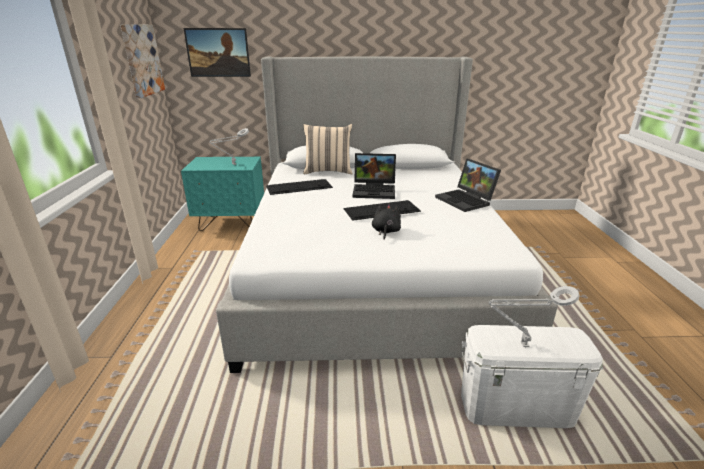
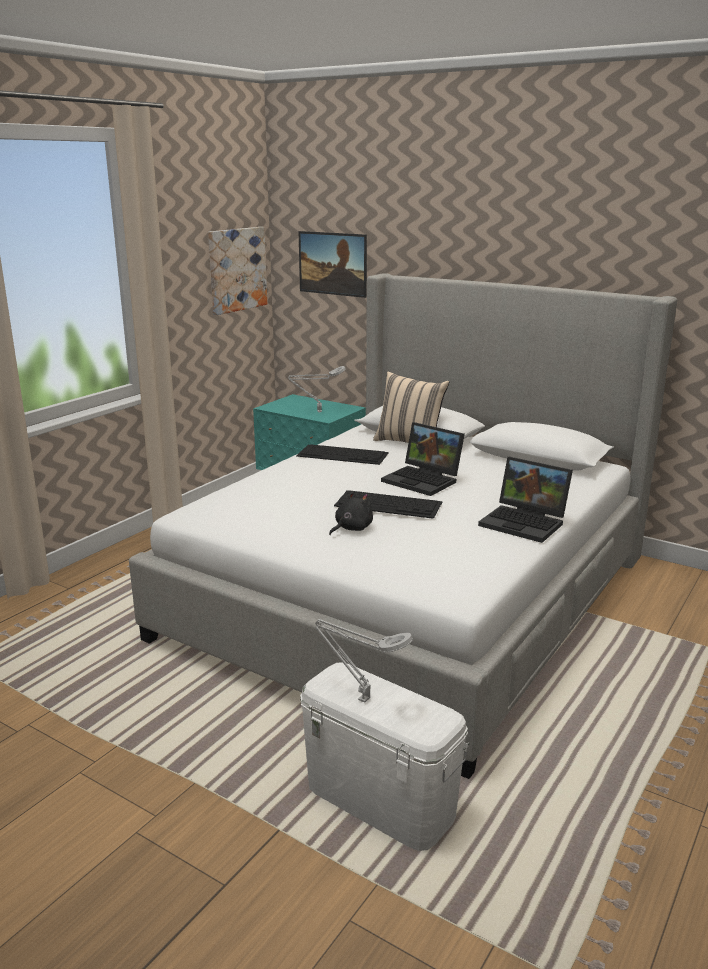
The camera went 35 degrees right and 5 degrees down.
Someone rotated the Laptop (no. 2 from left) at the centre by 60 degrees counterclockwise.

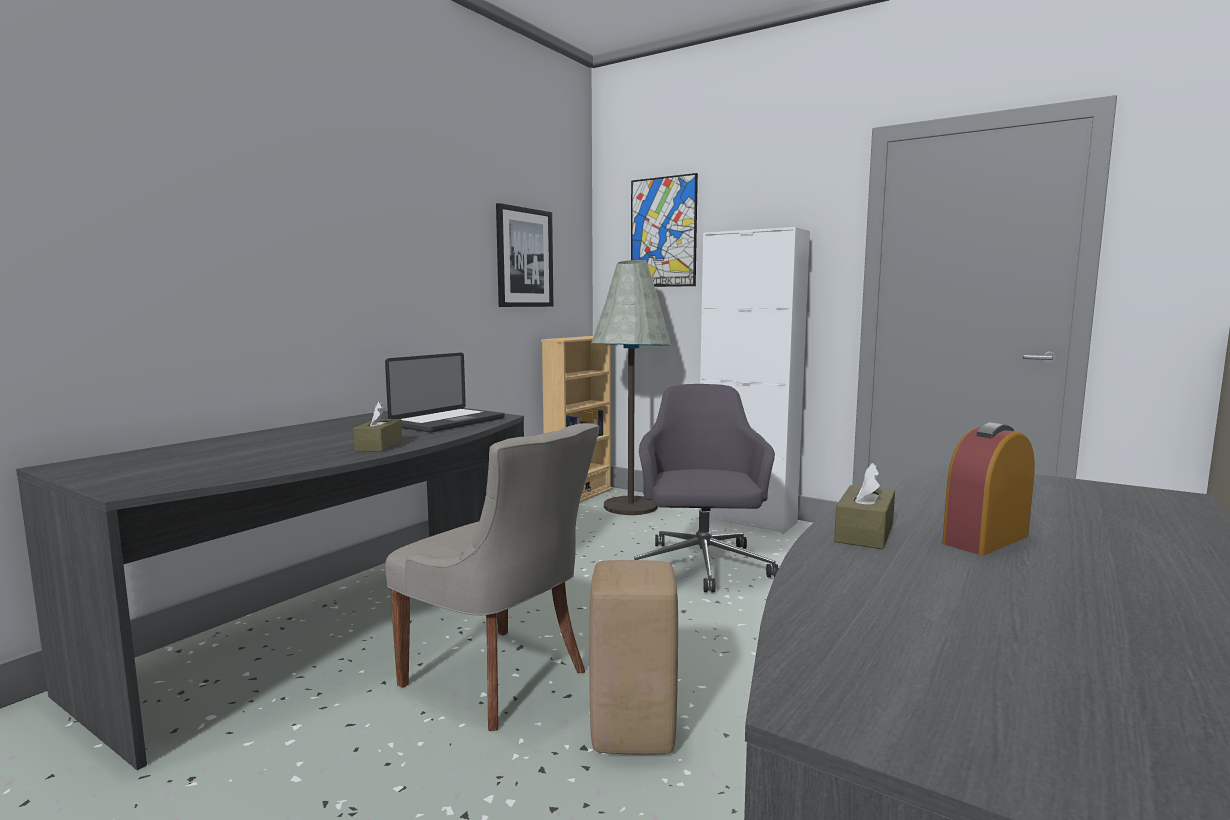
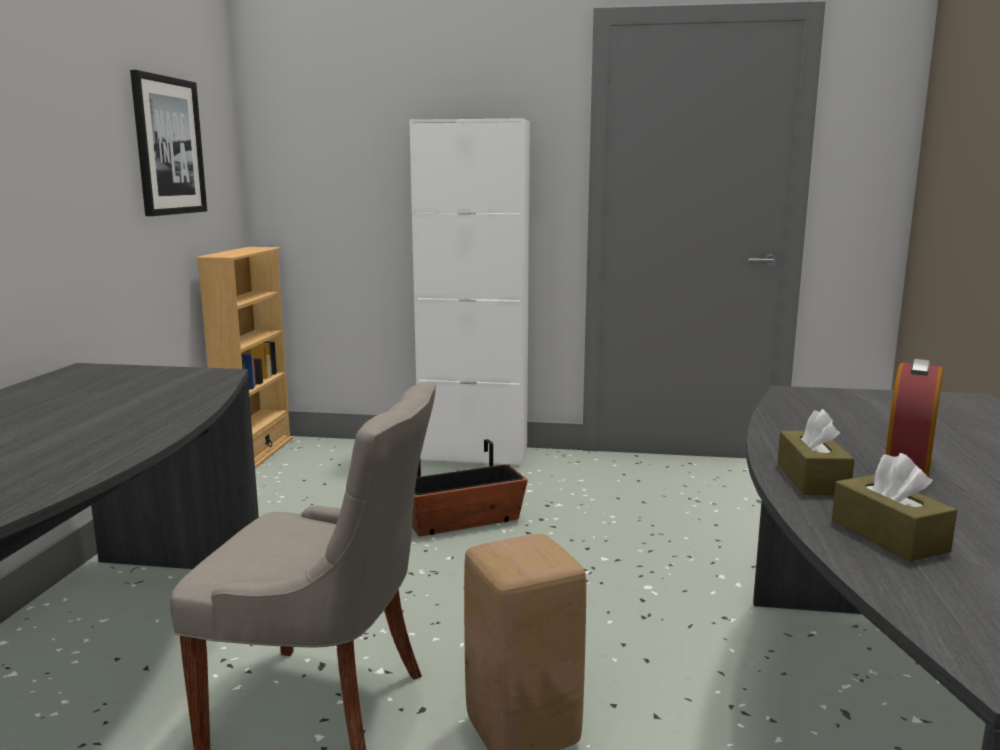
The camera went 25 degrees left and 5 degrees up.
Someone took away the WallPicture (no. 2 from left) at the top centre.
Someone took away the GreyStandardLamp at the centre.
Someone took away the Laptop at the centre.
Someone swapped the GreyComputerChair at the centre for the PlantPot at the centre.
Someone carried the BrownishTissueBox (no. 1 from left in the first image) from the middle left to the bottom right.

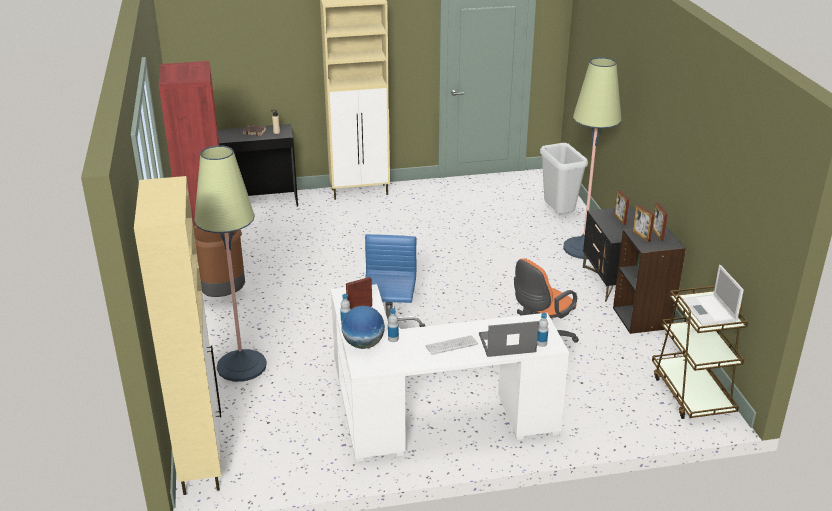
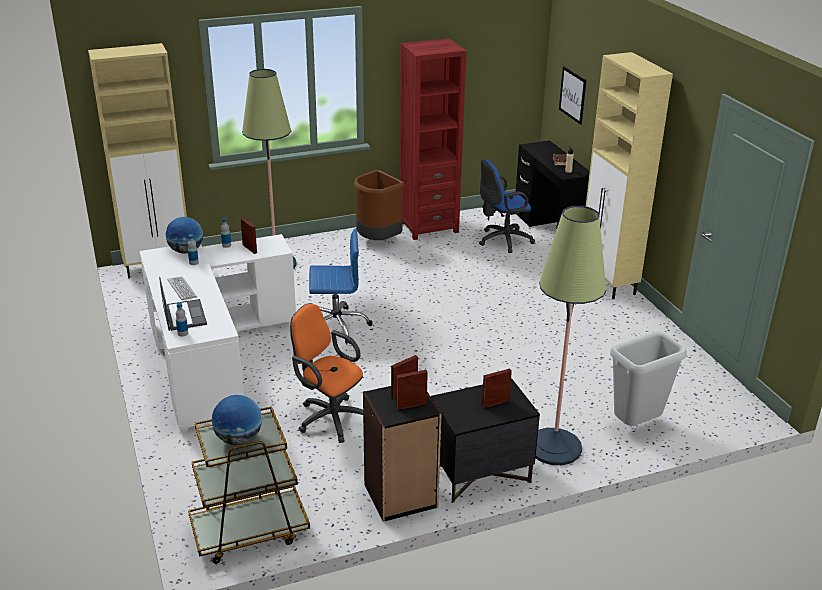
The camera went 80 degrees right and 0 degrees up.
Someone swapped the Laptop (no. 2 from left) at the middle right for the Globe (no. 2 from left) at the bottom left.
Someone put up the WallPicture at the top right.
Someone put down the BlueComputerChair (no. 2 from left) at the centre.

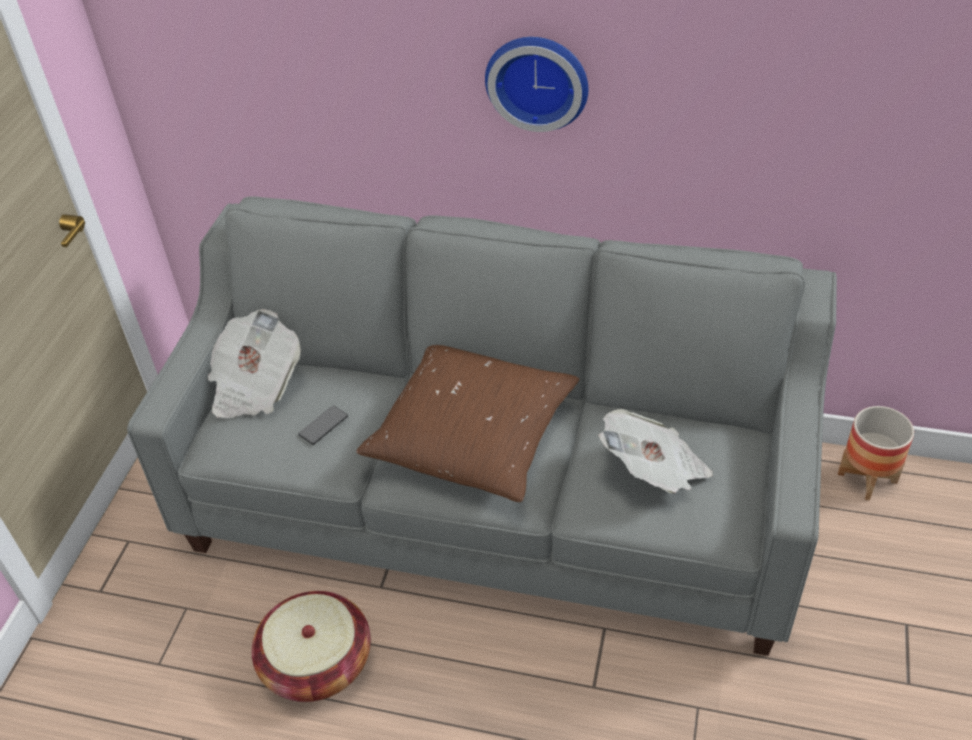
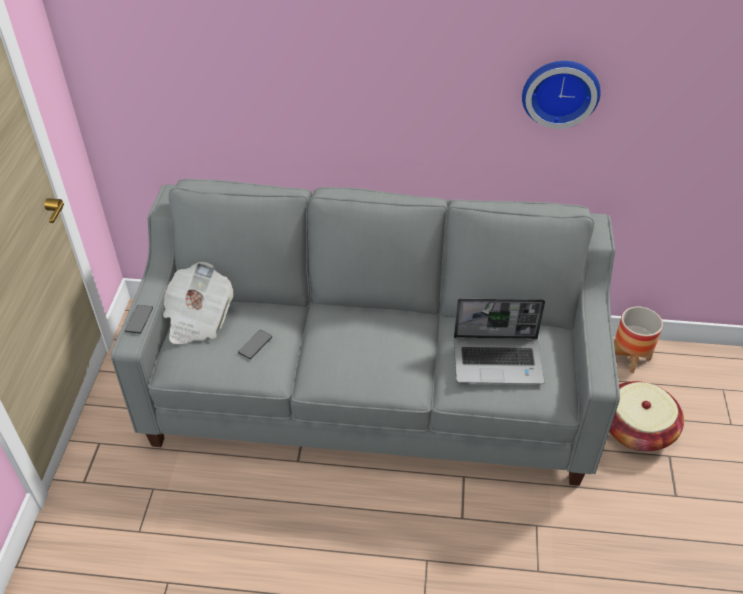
The camera went 10 degrees left and 0 degrees up.
Someone carried the HangingClock from the top centre to the top right.
Someone took away the BrownishPillow at the centre.
Someone swapped the Newspaper (no. 2 from left) at the middle right for the Laptop at the middle right.
Someone carried the Basket from the bottom left to the bottom right.
Someone put down the Telephone (no. 1 from left) at the middle left.

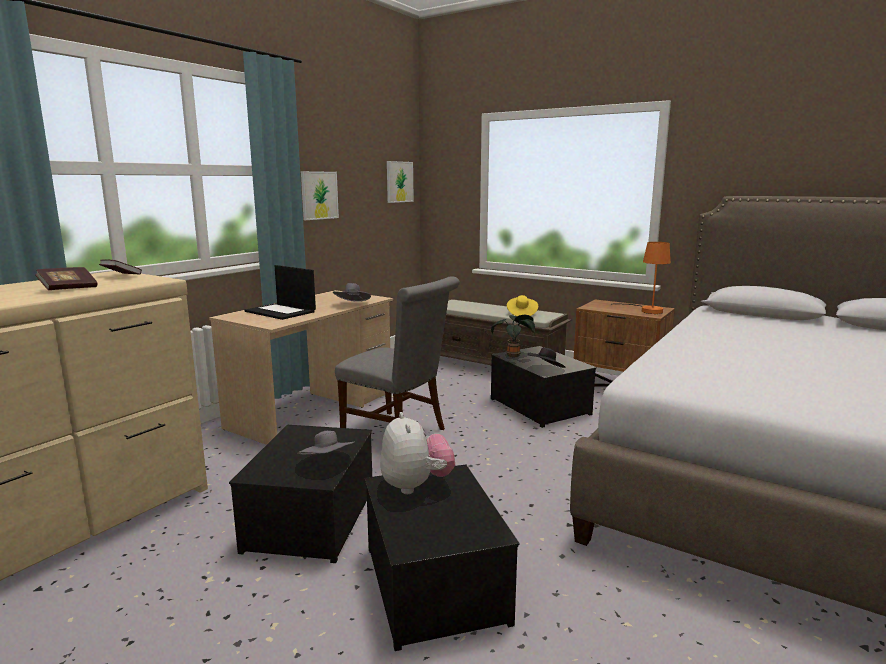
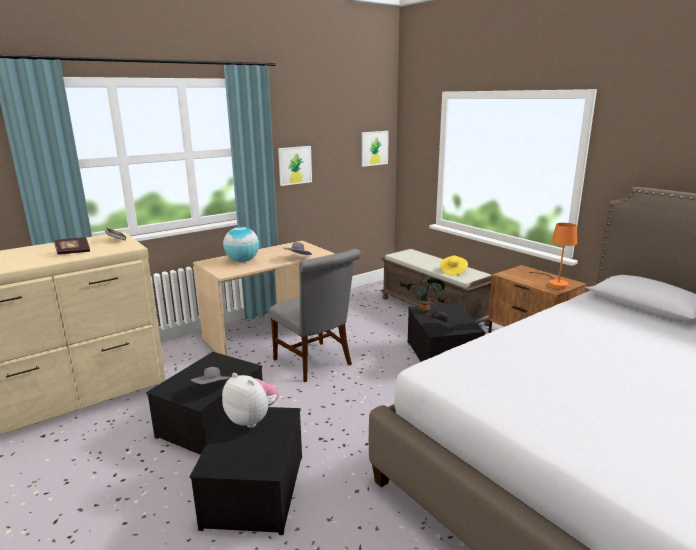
The camera went 20 degrees right and 5 degrees up.
Someone swapped the Laptop at the middle left for the Globe at the centre.
Someone rotated the CuddlyToy at the bottom centre by 60 degrees counterclockwise.

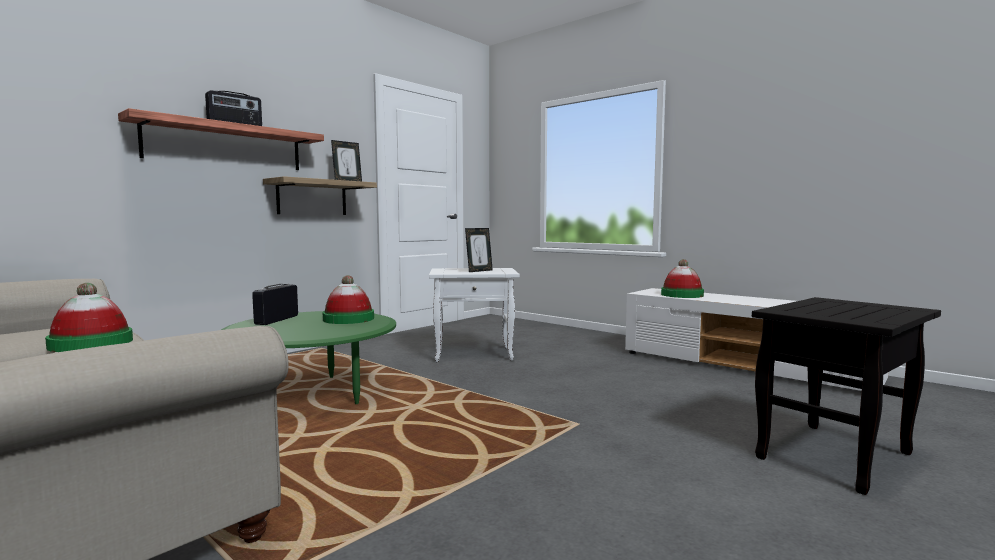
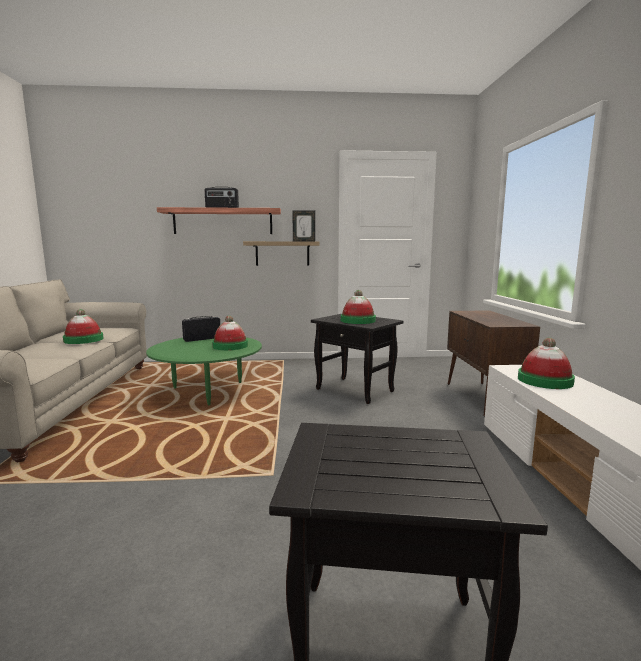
The camera went 45 degrees right and 5 degrees up.
Someone swapped the PictureFrame (no. 2 from left) at the centre for the WearableHat (no. 3 from left) at the centre.
Someone repainted the WhiteColouredEndTable at the centre, which became the BlackEndTable (no. 1 from left) at the centre.
Someone put down the BrownishStorageCabinet at the middle right.

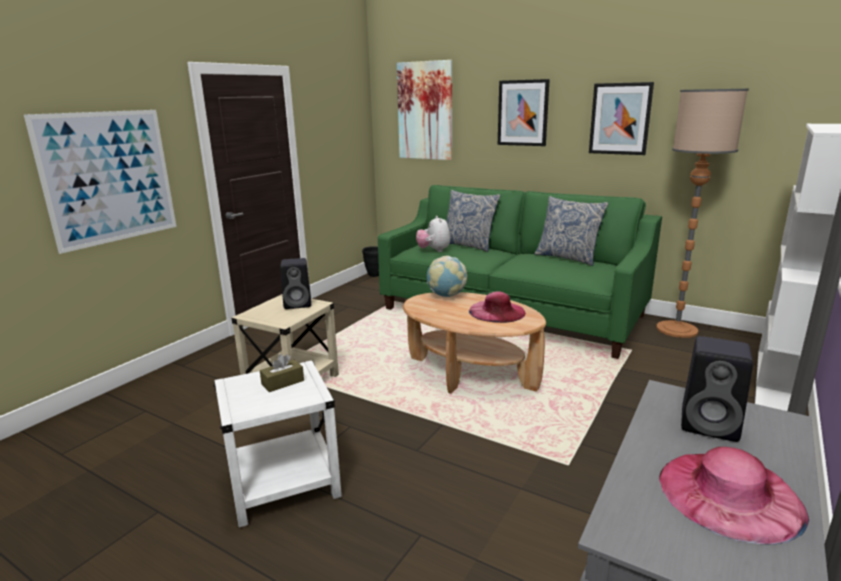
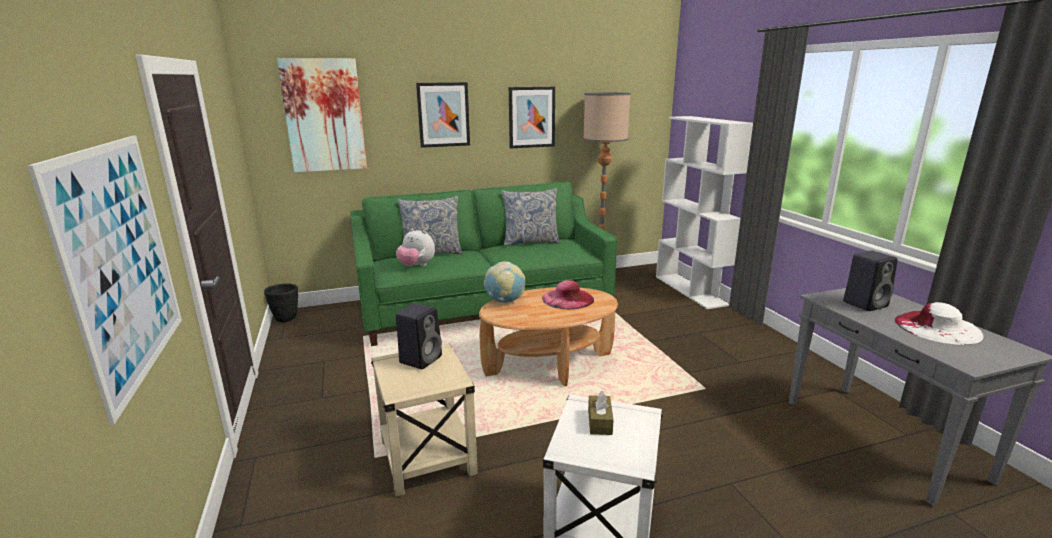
The camera went 50 degrees left and 0 degrees up.
Someone repainted the PinkWearableHat (no. 2 from left) at the bottom right, which became the WhiteColouredWearableHat at the middle right.

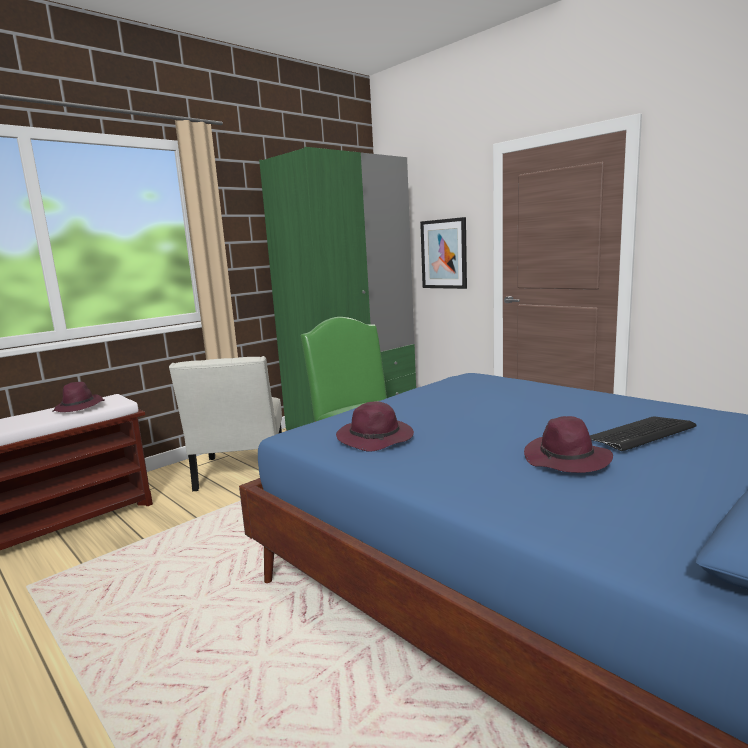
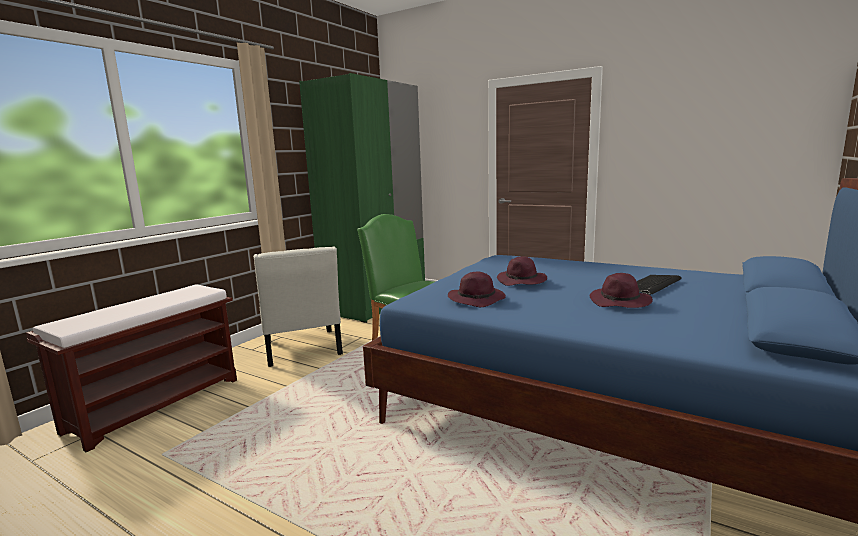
The camera went 15 degrees left and 0 degrees up.
Someone took away the WallPicture at the centre.
Someone carried the PurplishWearableHat (no. 1 from left in the first image) from the middle left to the centre.

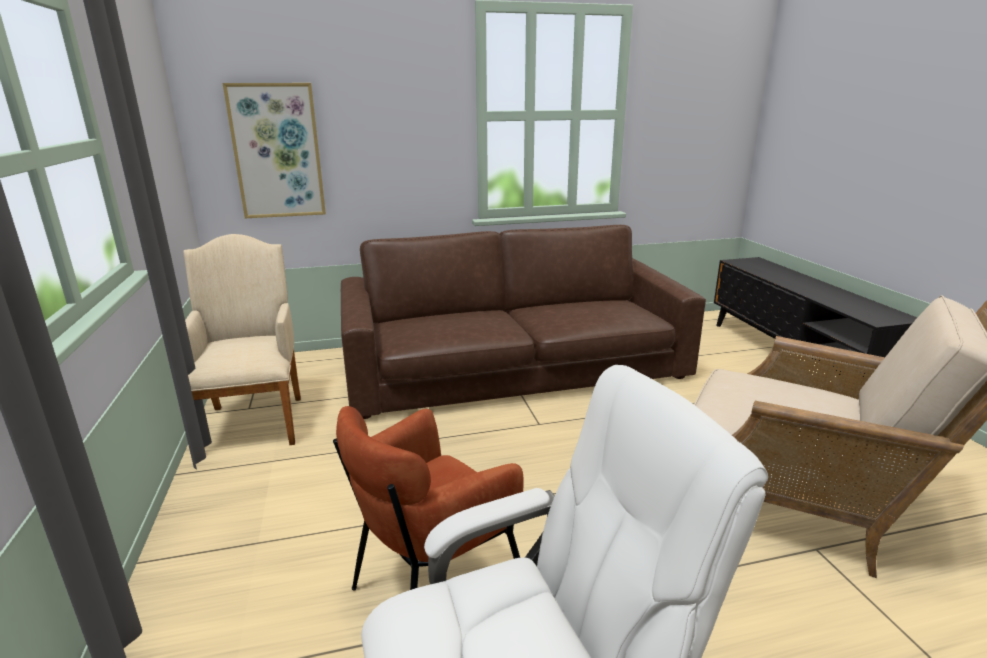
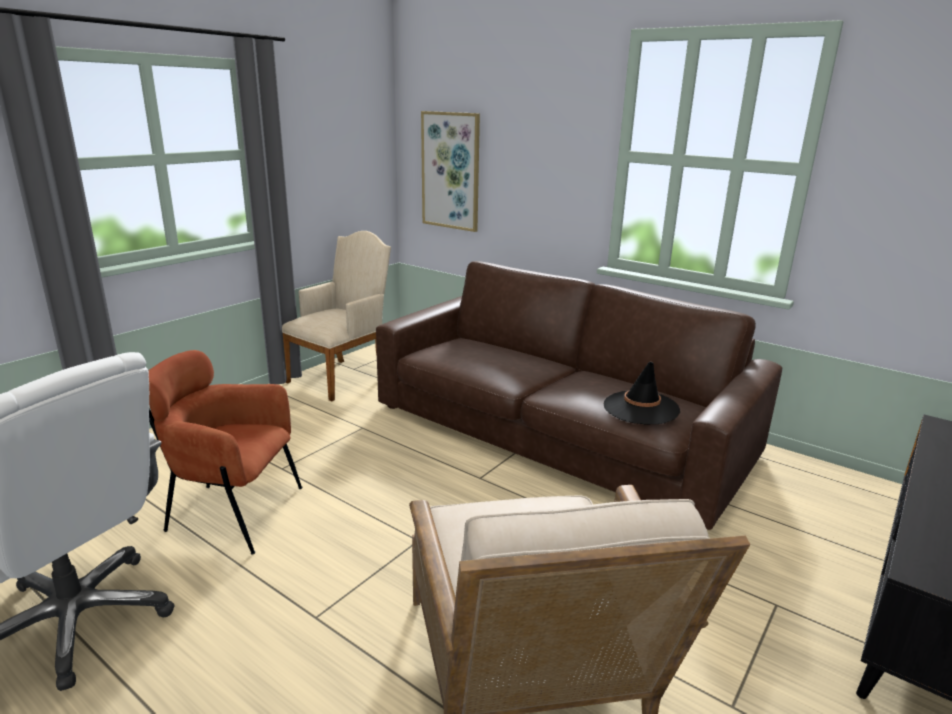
The camera went 50 degrees right and 0 degrees up.
Someone put down the BlackWearableHat at the middle right.

